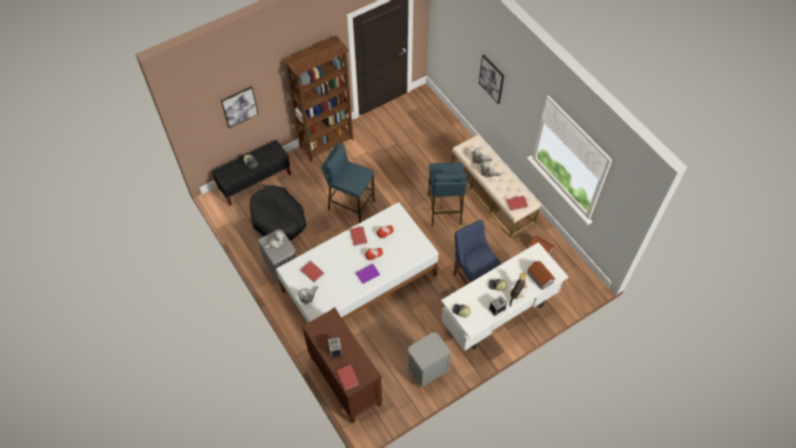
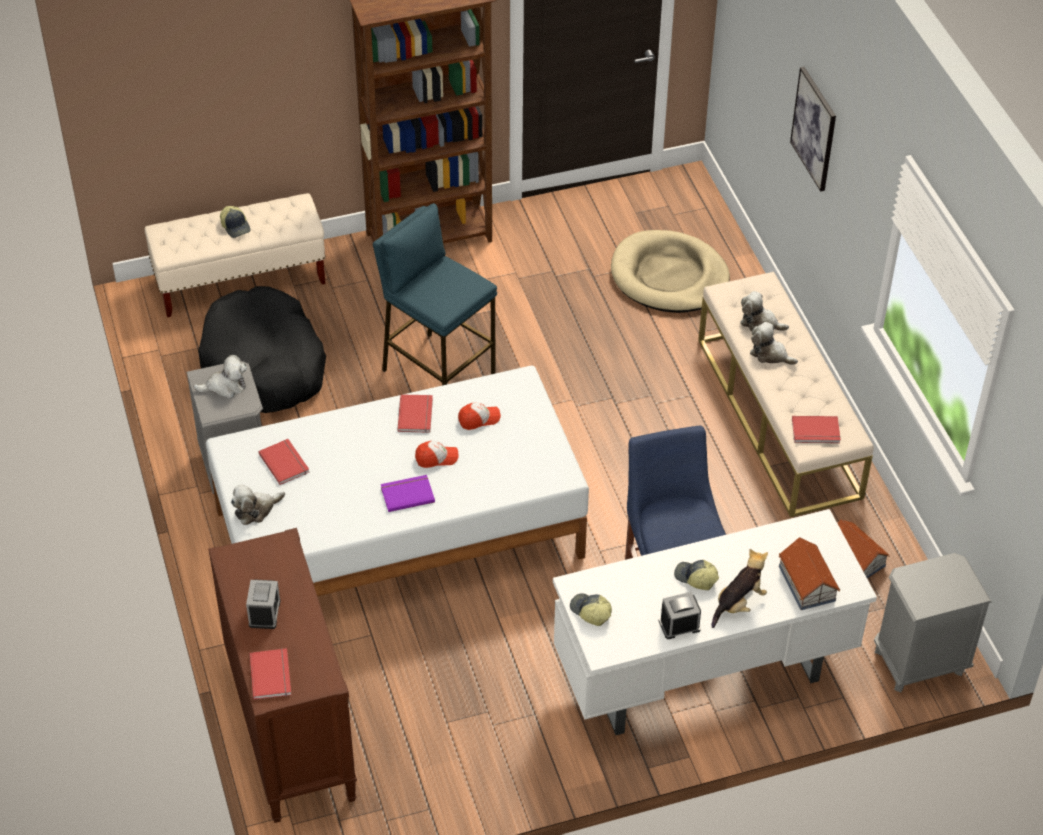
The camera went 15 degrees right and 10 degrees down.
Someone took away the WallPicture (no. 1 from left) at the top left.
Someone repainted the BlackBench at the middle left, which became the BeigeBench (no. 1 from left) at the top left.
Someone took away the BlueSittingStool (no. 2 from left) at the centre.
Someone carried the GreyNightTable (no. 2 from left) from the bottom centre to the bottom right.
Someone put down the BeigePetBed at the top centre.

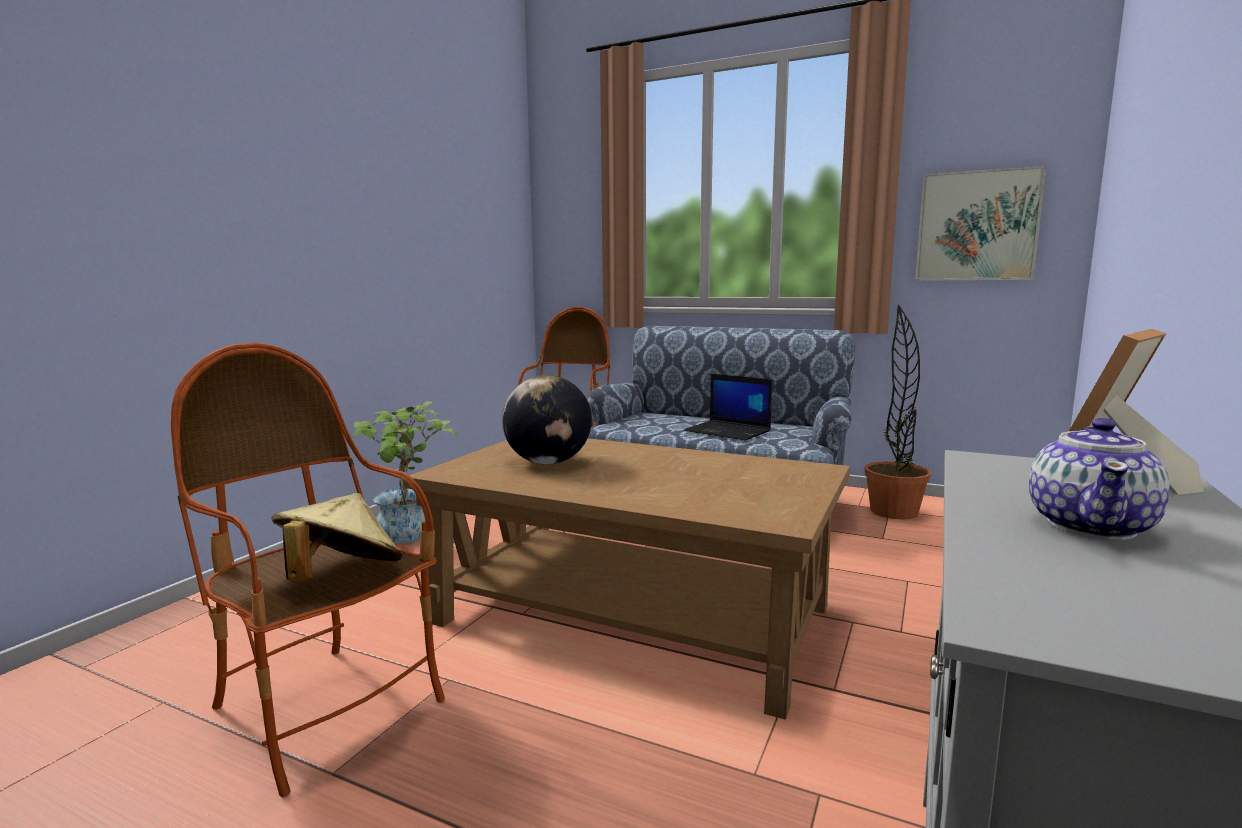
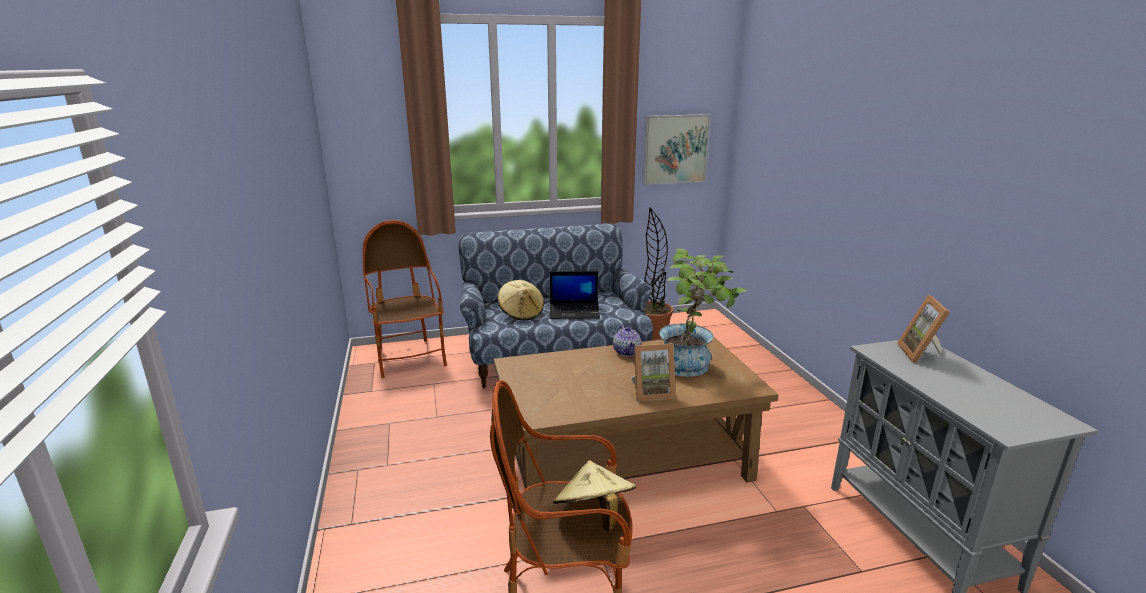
The camera went 40 degrees left and 10 degrees up.
Someone took away the Globe at the centre.
Someone carried the PlantInAPot (no. 1 from left in the first image) from the middle left to the centre.
Someone carried the TeaPot from the middle right to the centre.
Someone put down the BeigeWearableHat (no. 1 from left) at the centre.
Someone put down the PictureFrame (no. 1 from left) at the centre.

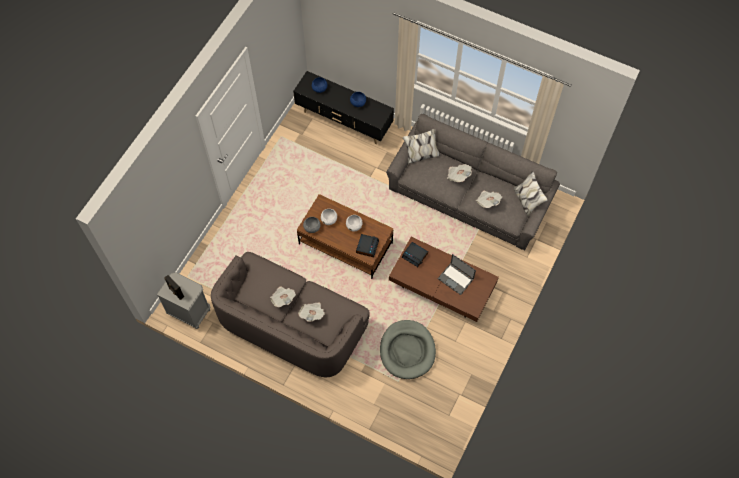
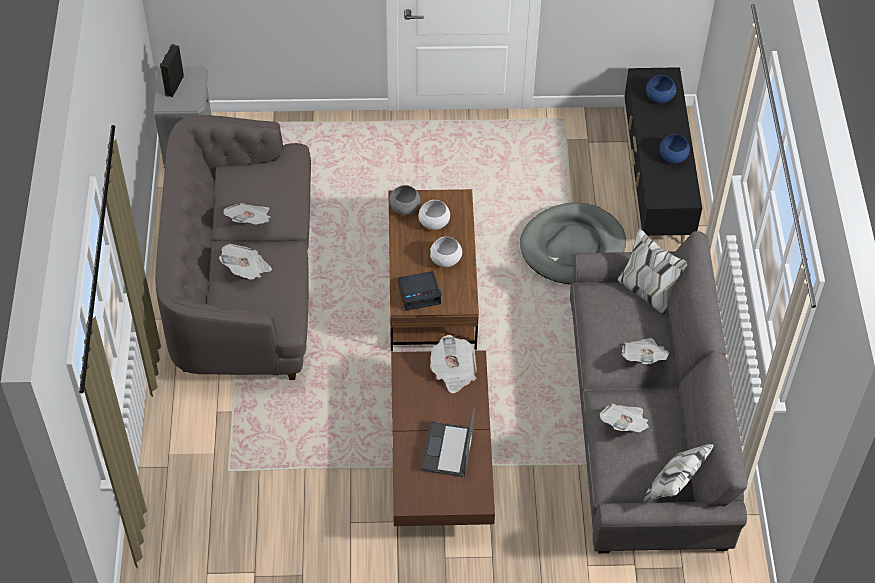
The camera went 60 degrees right and 10 degrees down.
Someone swapped the TableClock (no. 2 from left) at the centre for the Newspaper (no. 3 from left) at the centre.
Someone carried the GreyPetBed from the bottom centre to the centre.

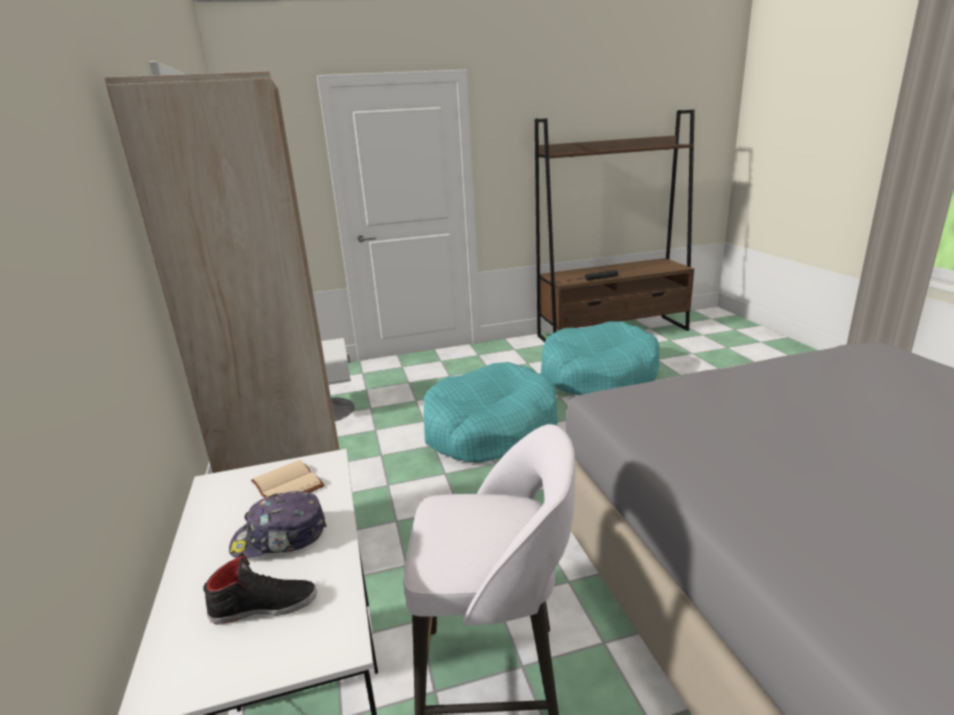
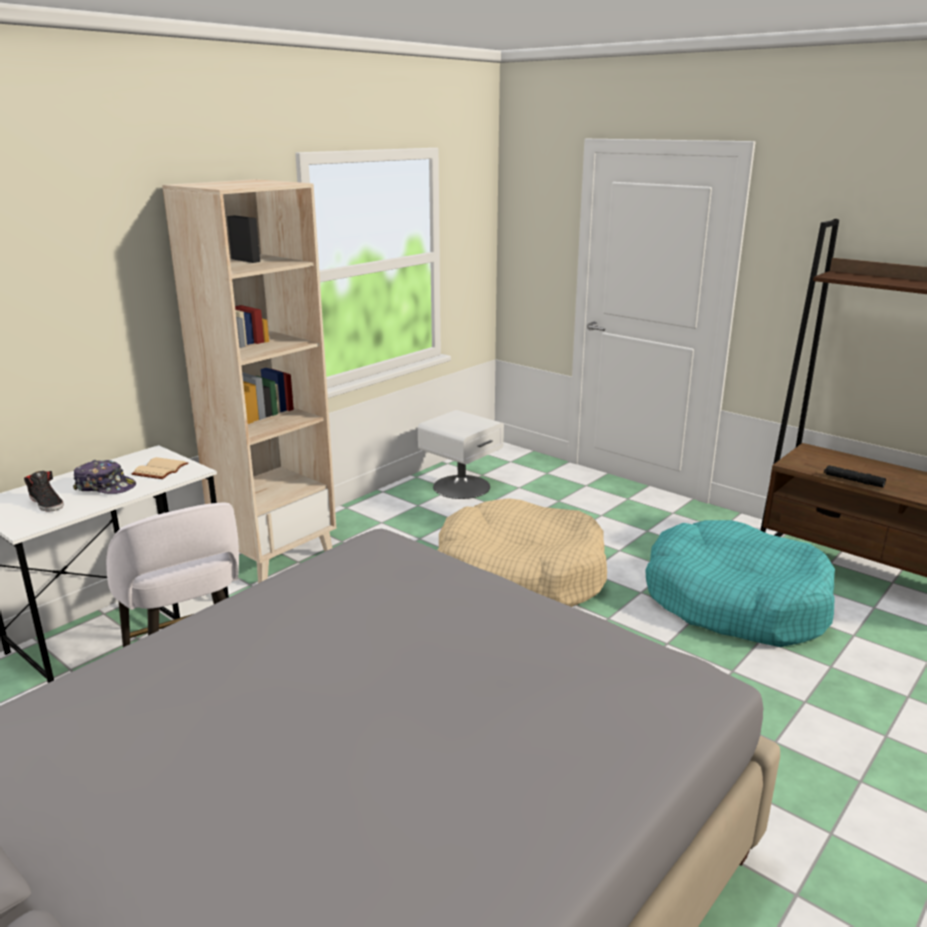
The camera went 55 degrees right and 0 degrees up.
Someone repainted the TurquoiseColouredPetBed (no. 1 from left) at the centre, which became the BeigePetBed at the centre.
Someone rotated the PeakedCap at the bottom left by 150 degrees clockwise.

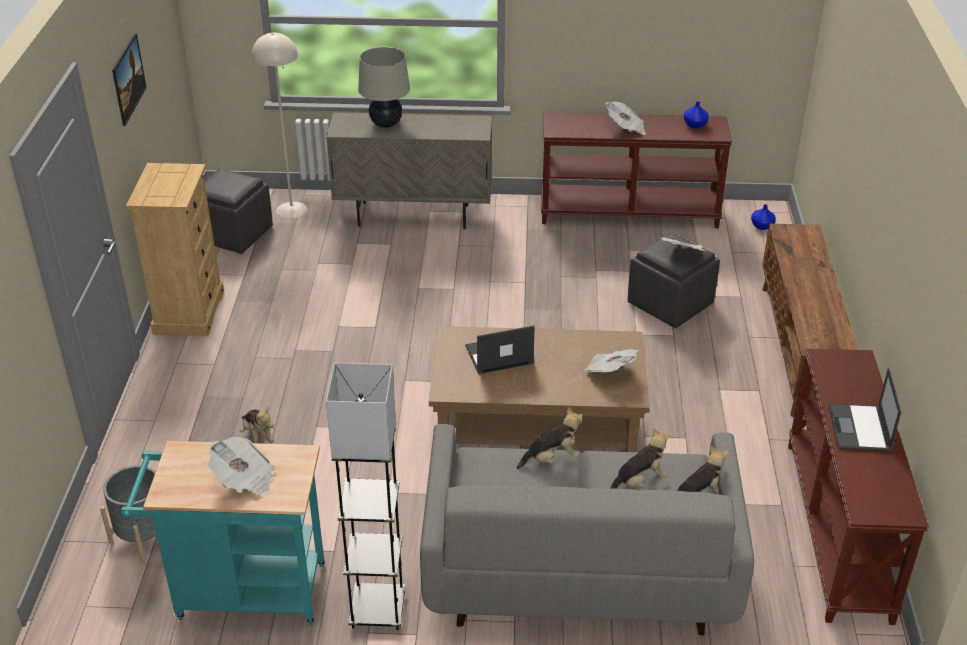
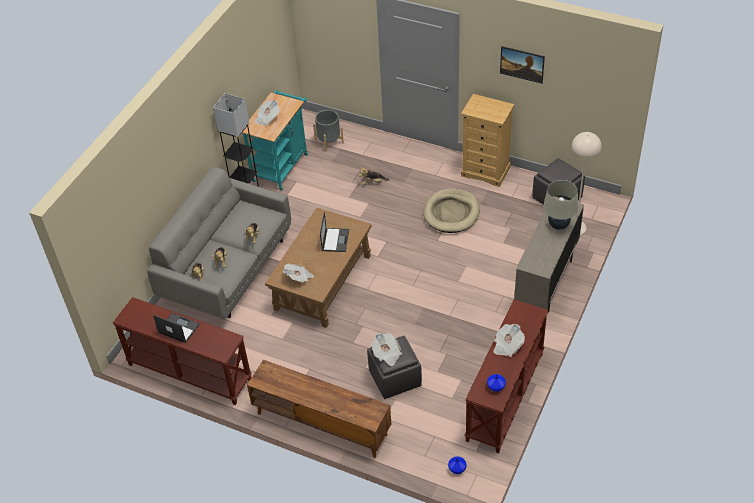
The camera went 115 degrees right and 10 degrees up.
Someone put down the BeigePetBed at the centre.

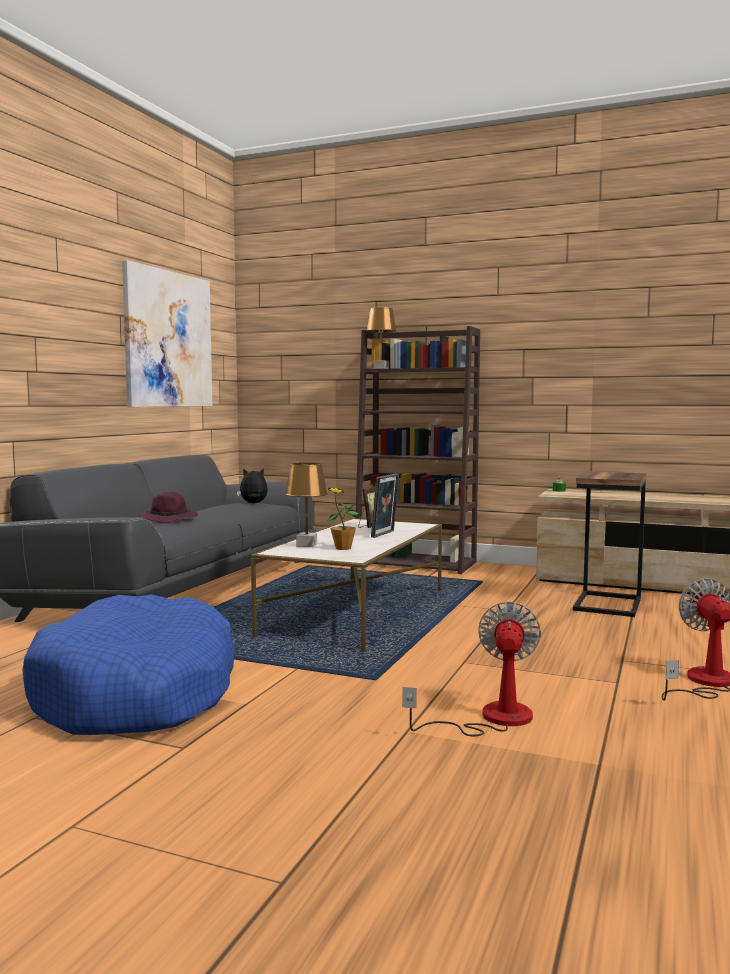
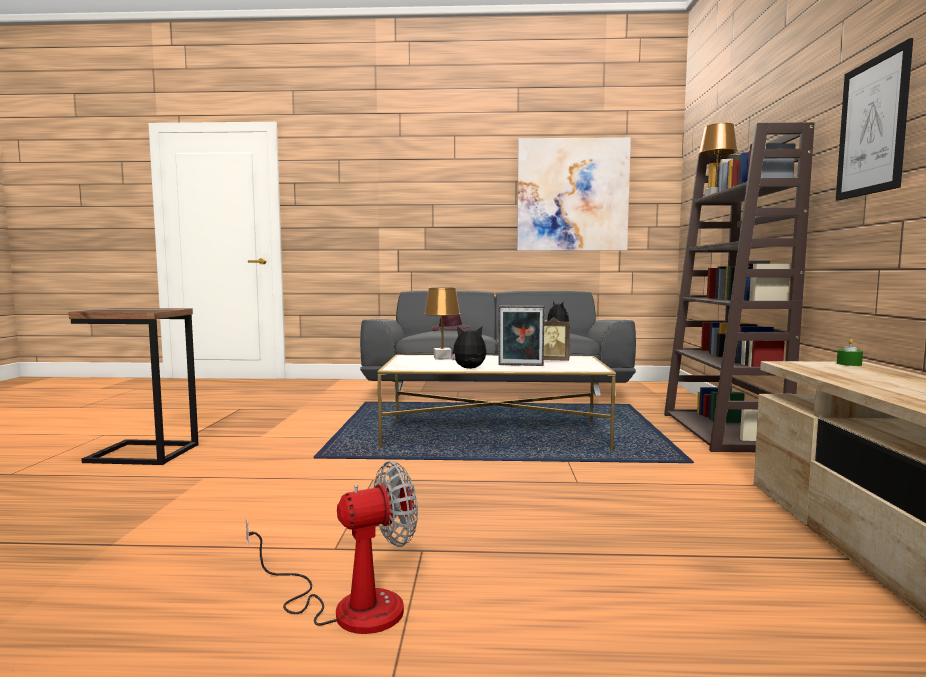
The camera went 70 degrees right and 0 degrees up.
Someone carried the EndTable from the middle right to the middle left.
Someone took away the PlantInAPot at the centre.
Someone took away the BluePetBed at the bottom left.
Someone took away the ElectricFan (no. 1 from left) at the bottom centre.
Someone put up the WallPicture (no. 2 from left) at the top right.
Someone put down the CuddlyToy (no. 1 from left) at the centre.

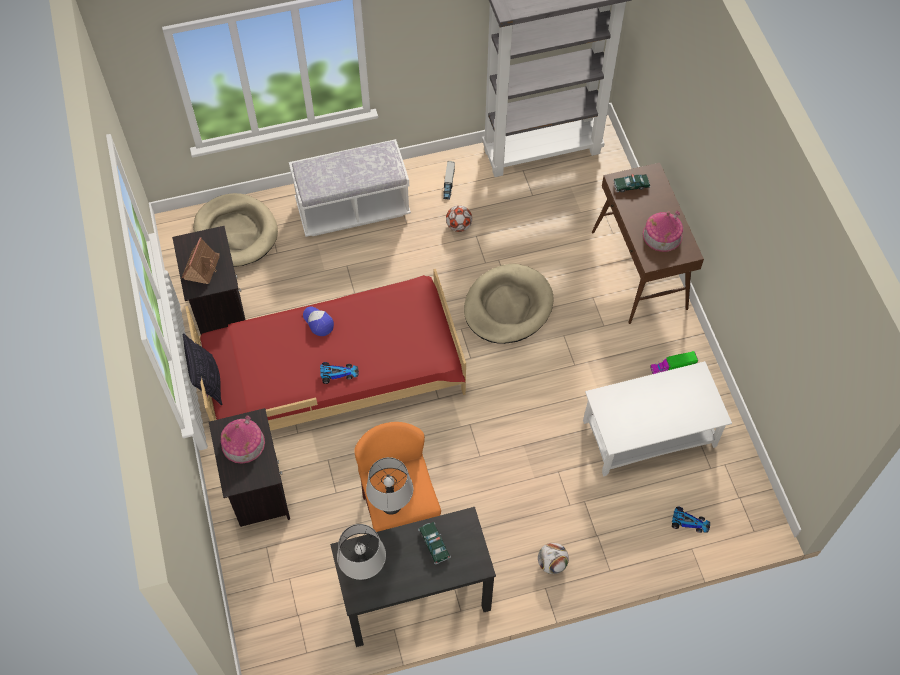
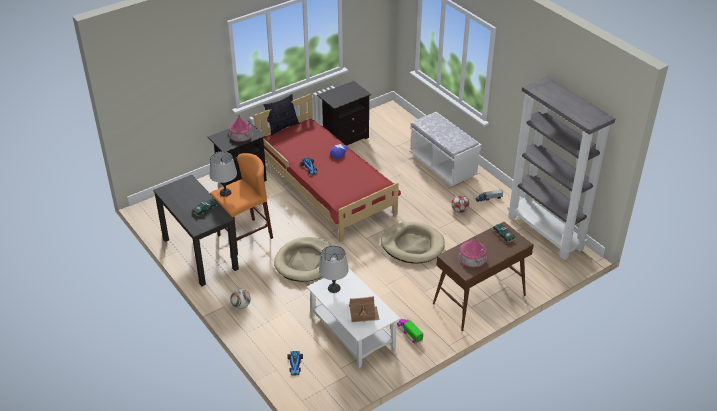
The camera went 70 degrees right and 20 degrees down.
Someone carried the BeigePetBed (no. 1 from left) from the middle left to the centre.
Someone carried the MiniatureHouse (no. 1 from left in the first image) from the middle left to the bottom centre.
Someone carried the GreyLampForATable (no. 1 from left in the first image) from the bottom centre to the centre.

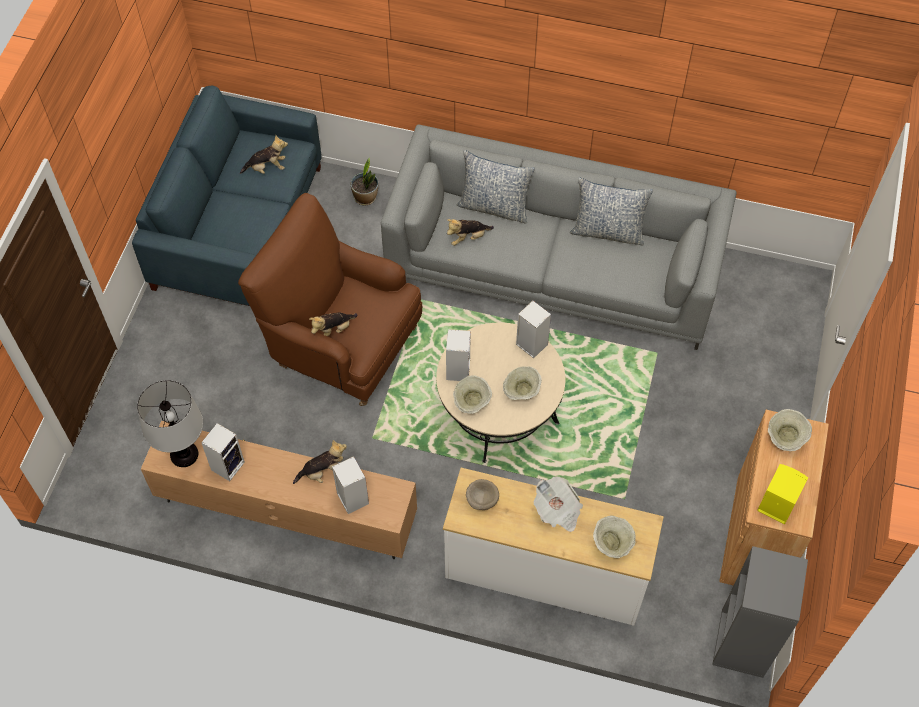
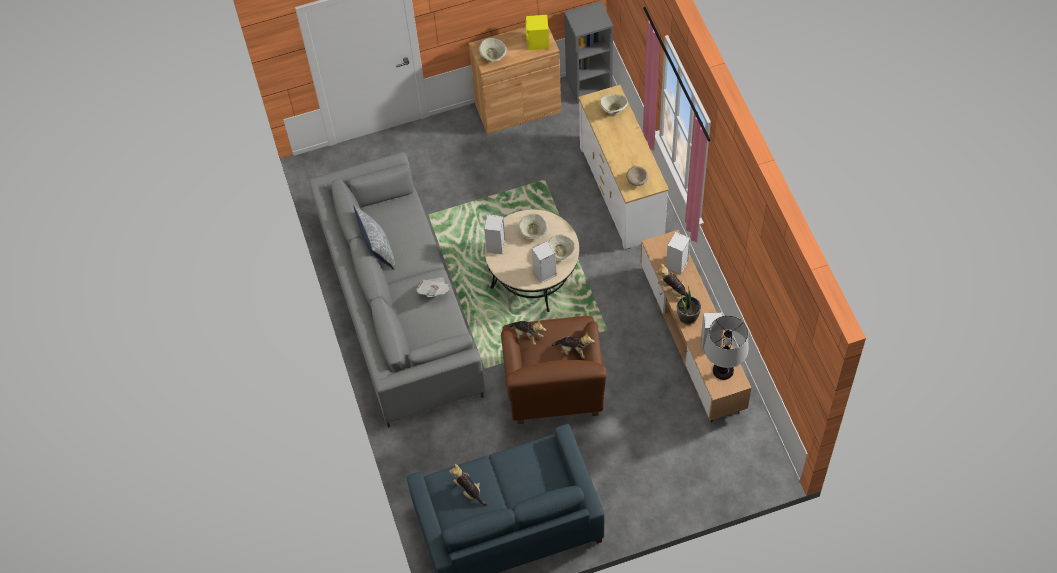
The camera went 120 degrees left and 0 degrees up.
Someone took away the Pillow (no. 1 from left) at the top centre.
Someone carried the PlantInAPot from the top centre to the centre.
Someone carried the CuddlyToy (no. 4 from left in the first image) from the top centre to the centre.
Someone carried the Newspaper from the bottom centre to the centre.

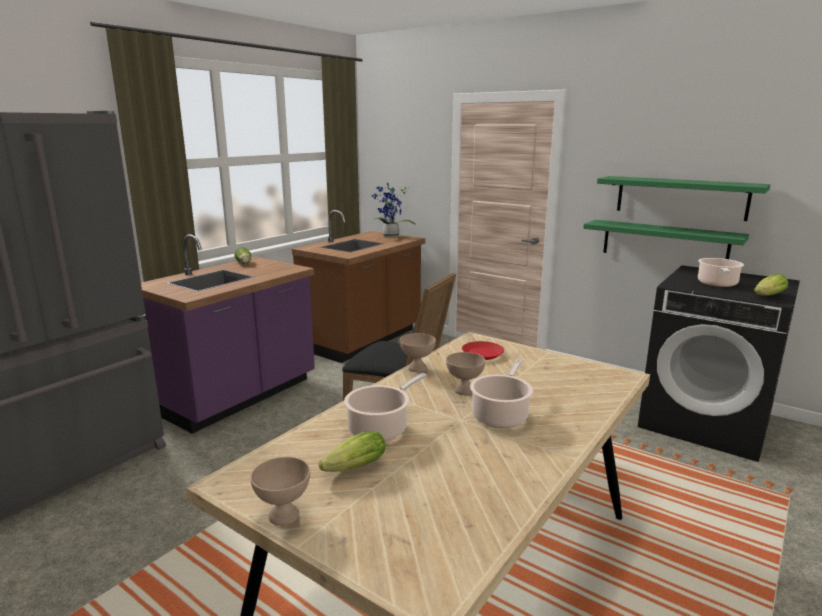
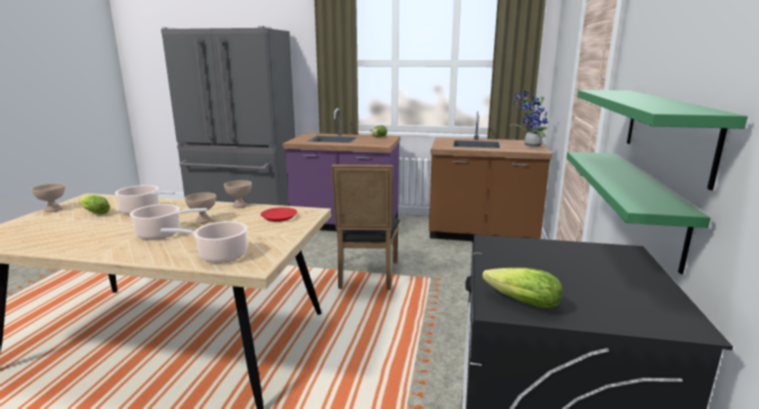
The camera went 65 degrees right and 0 degrees up.
Someone carried the CookingPot (no. 3 from left) from the middle right to the middle left.

